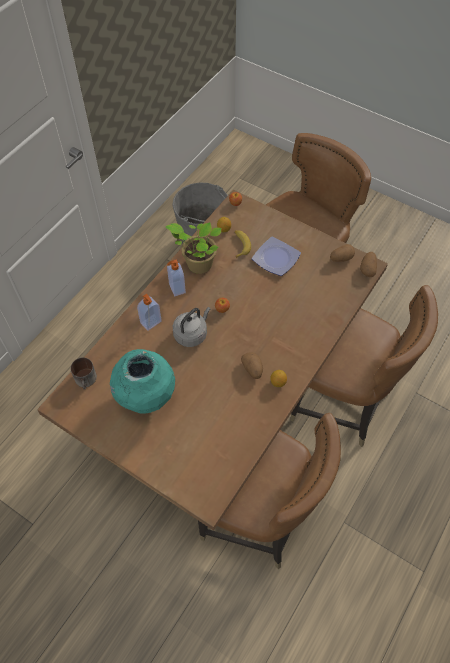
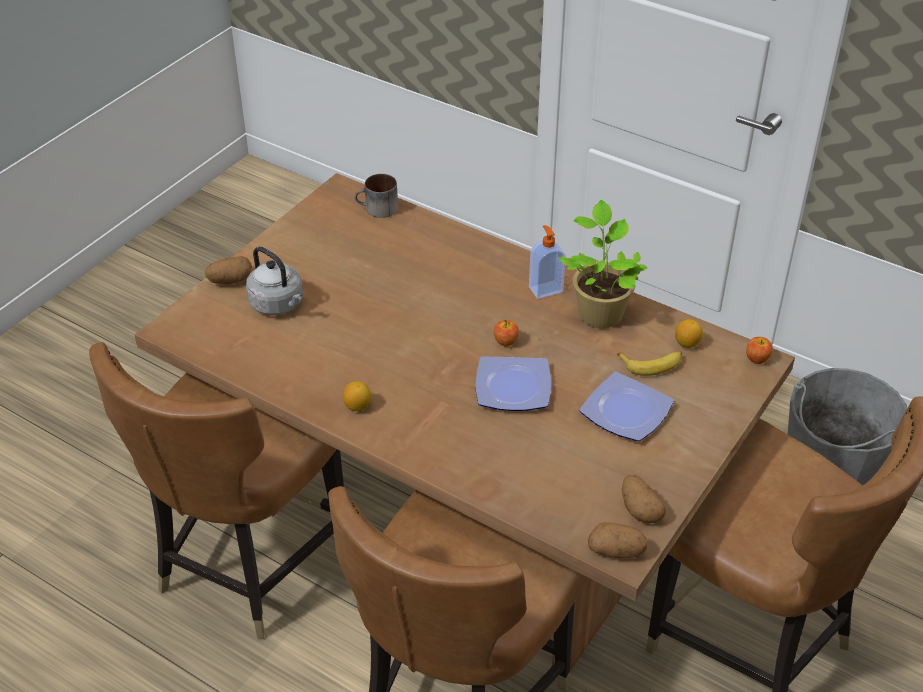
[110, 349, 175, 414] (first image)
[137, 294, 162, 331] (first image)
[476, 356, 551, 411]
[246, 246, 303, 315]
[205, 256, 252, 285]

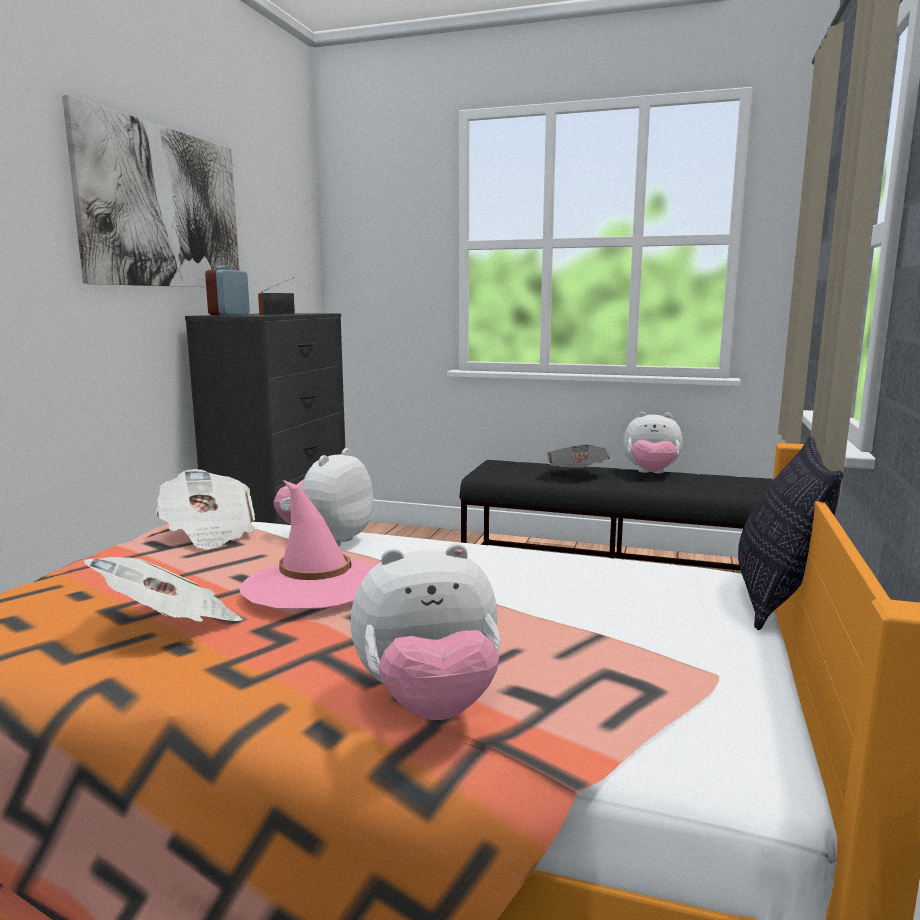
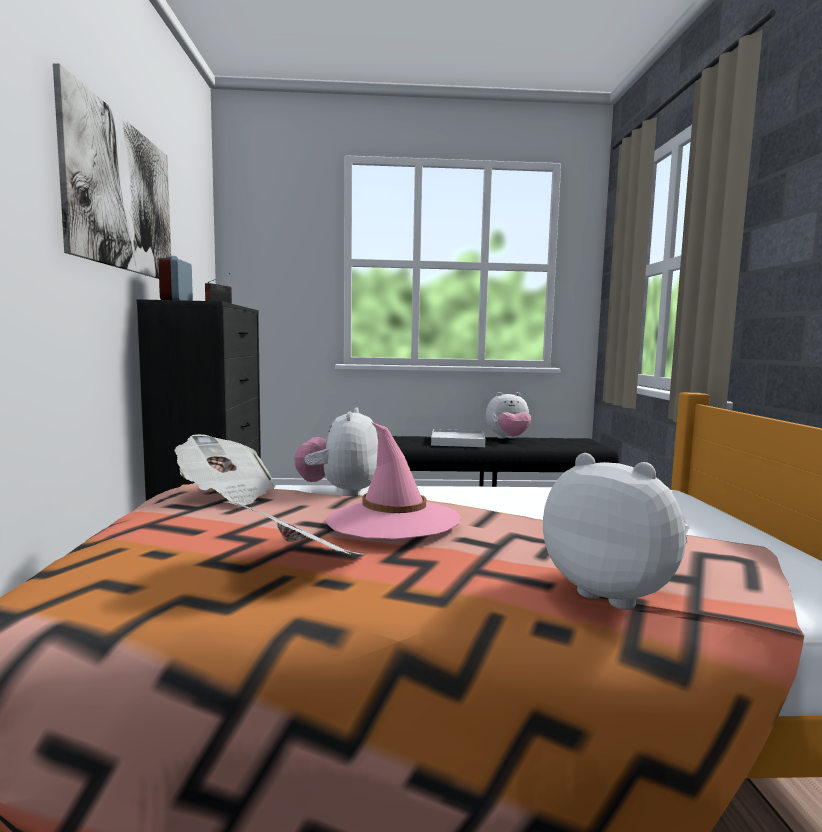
[738, 436, 843, 630] (first image)
[431, 429, 485, 447]
[543, 453, 690, 610]

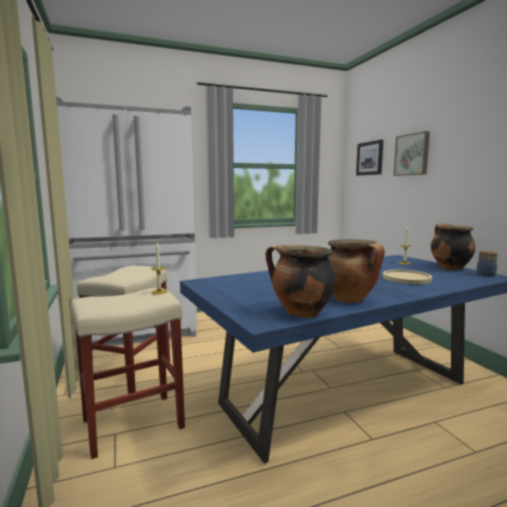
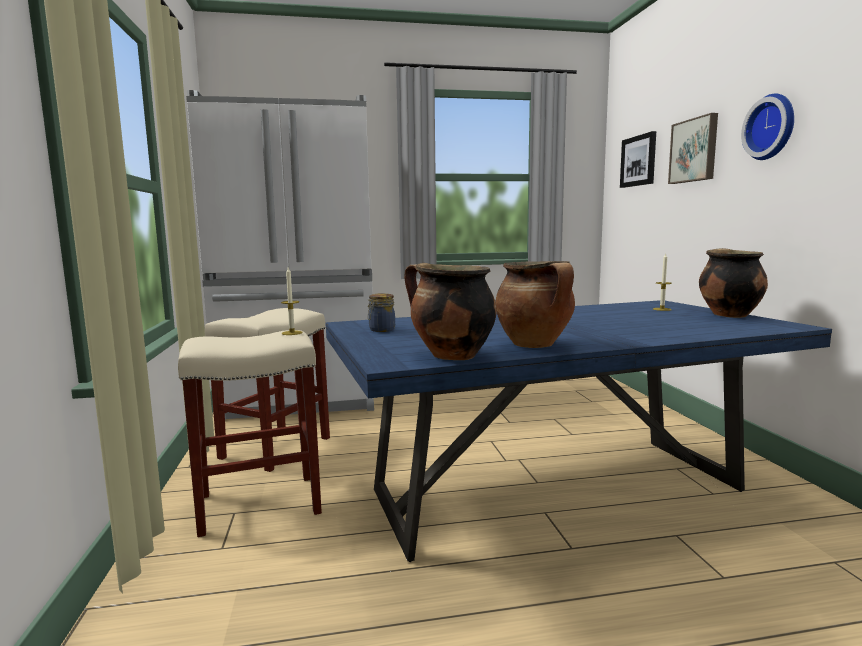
[383, 270, 432, 284] (first image)
[741, 93, 794, 160]
[368, 293, 395, 332]

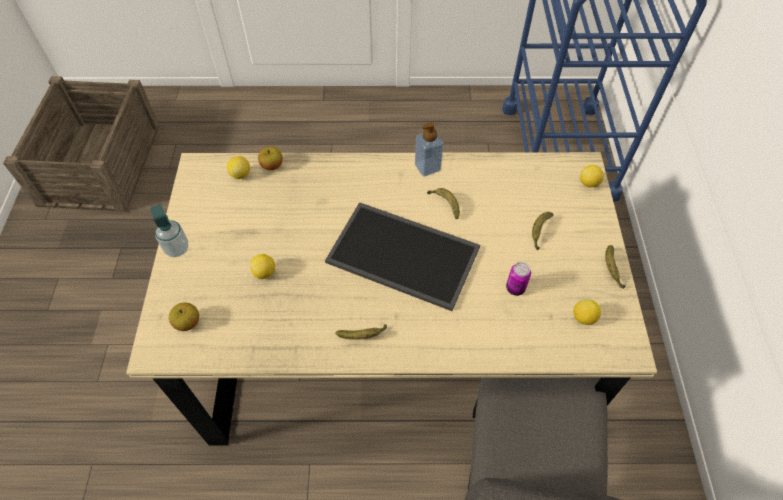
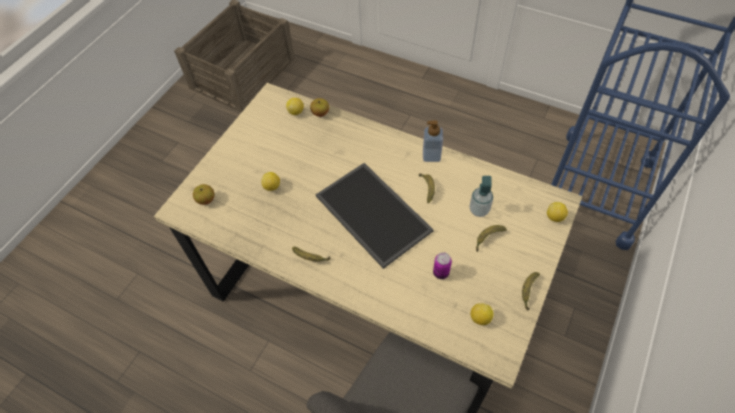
[469, 176, 493, 217]

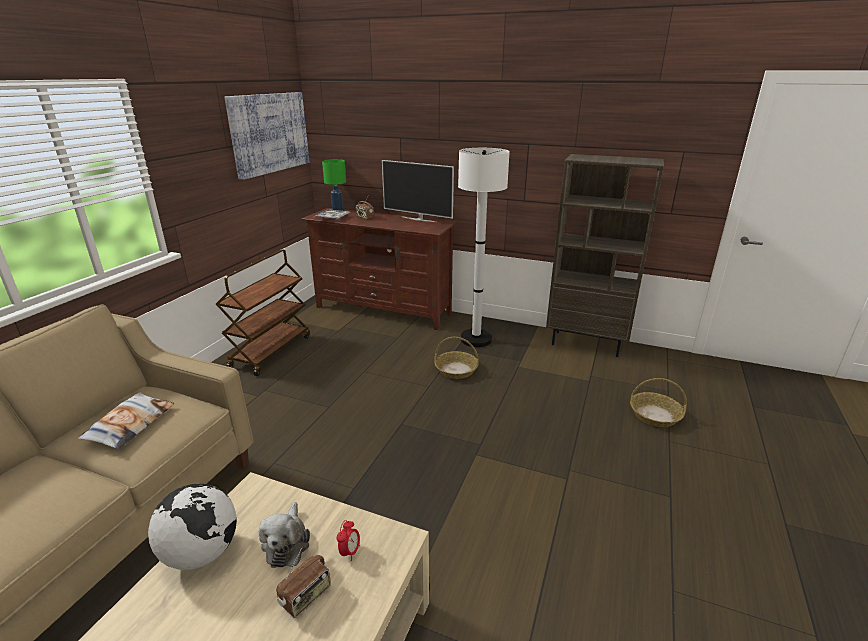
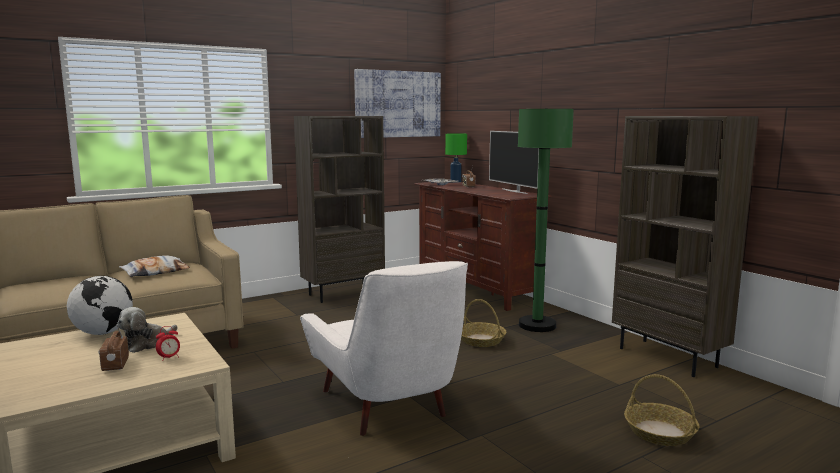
[300, 261, 468, 436]
[294, 116, 385, 303]
[518, 108, 574, 332]
[99, 325, 129, 371]

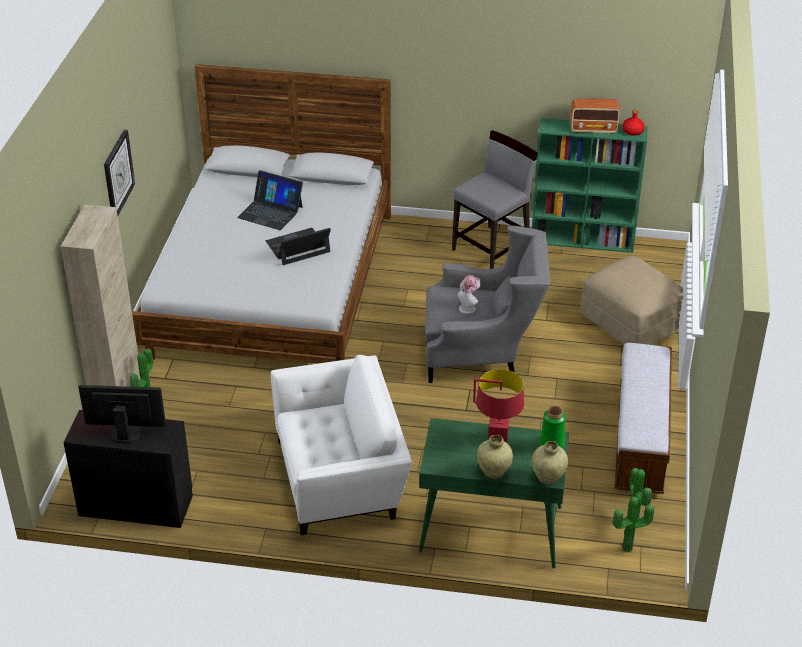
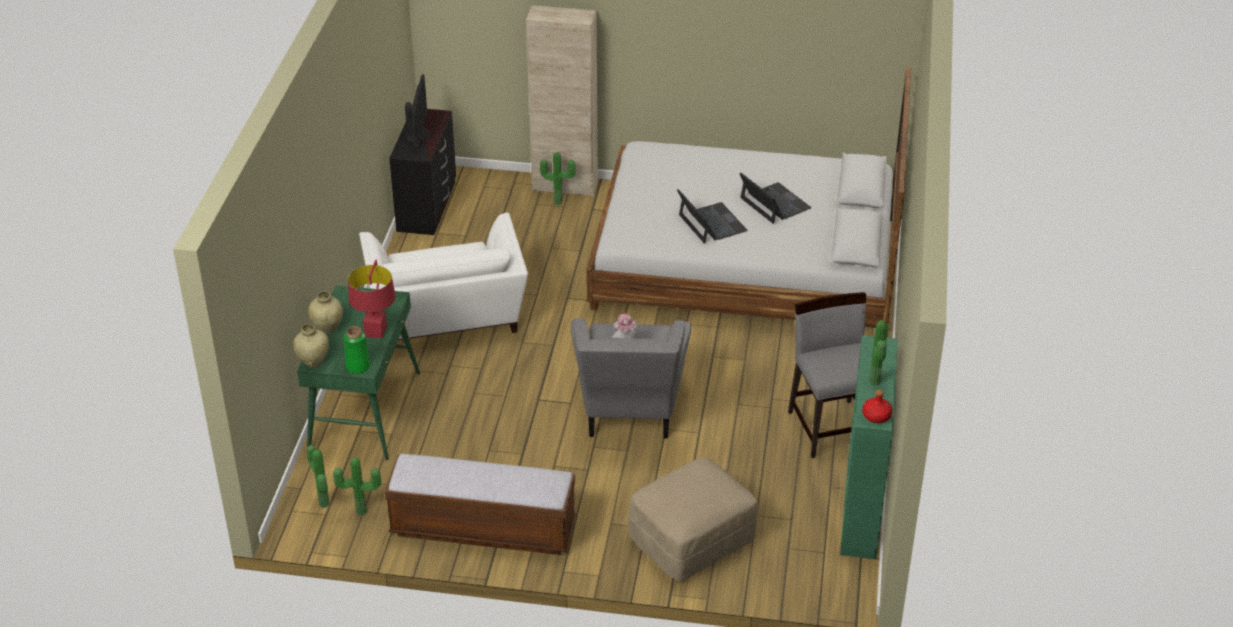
[104, 130, 135, 216] (first image)
[869, 320, 888, 386]
[739, 172, 811, 224]
[788, 292, 866, 458]

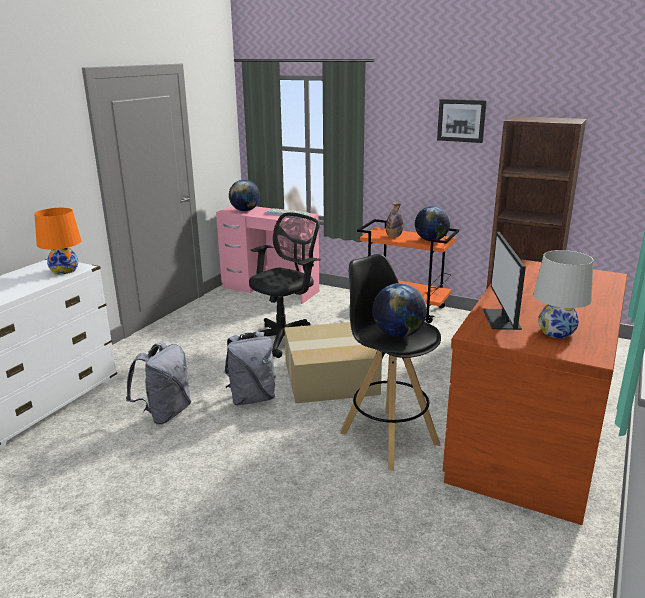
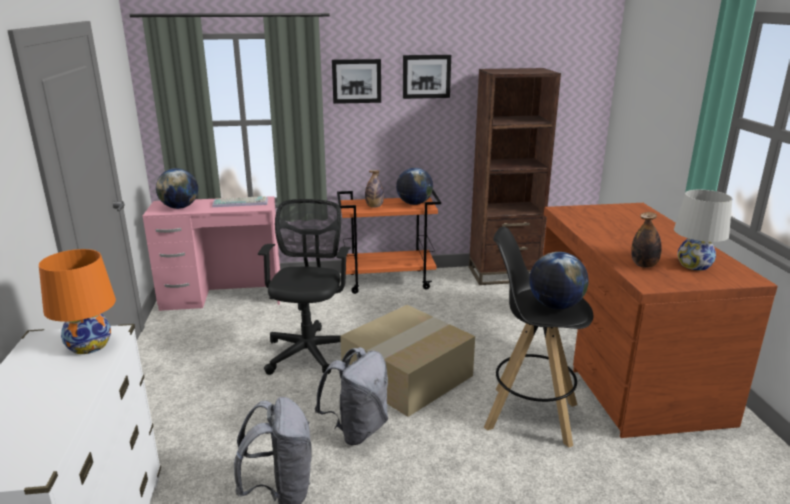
[332, 59, 381, 104]
[631, 212, 662, 268]

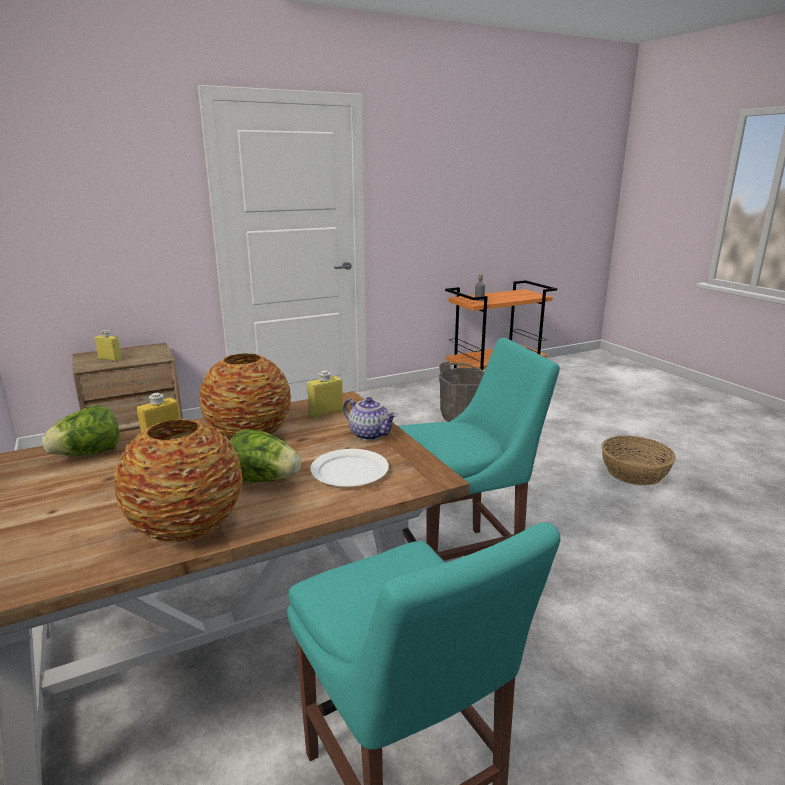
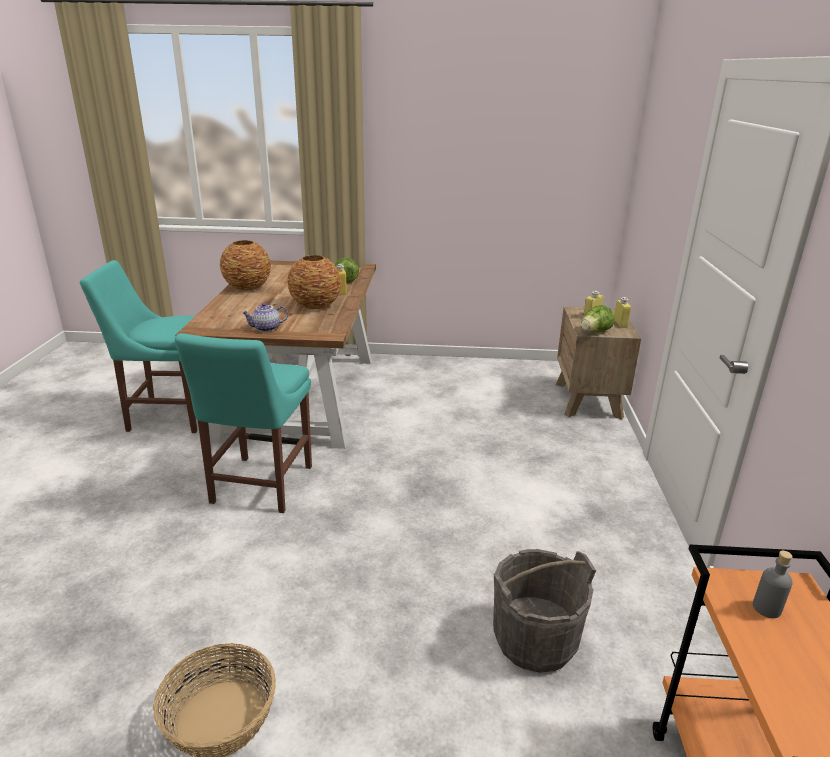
[310, 449, 389, 487] (first image)
[581, 305, 615, 332]
[614, 297, 631, 328]

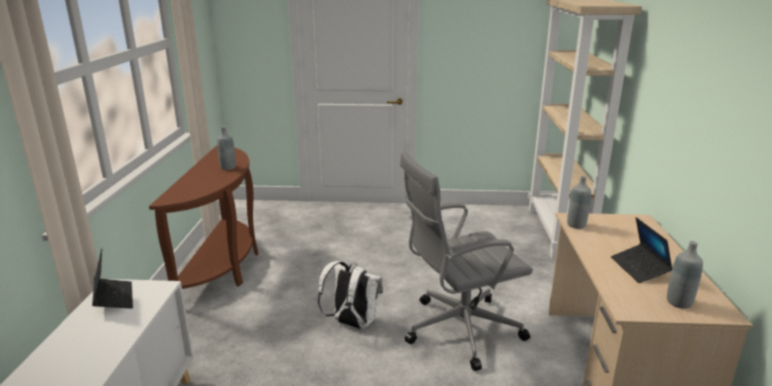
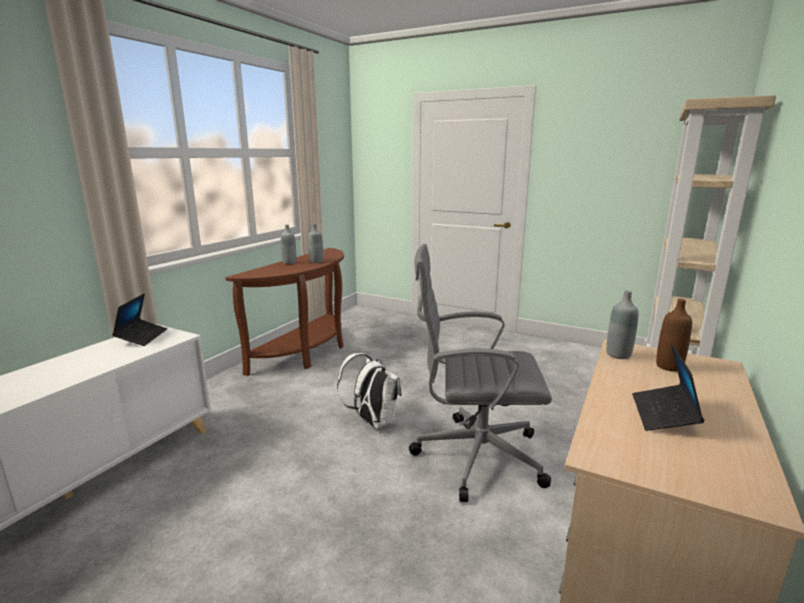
[656, 299, 692, 372]
[281, 225, 296, 264]

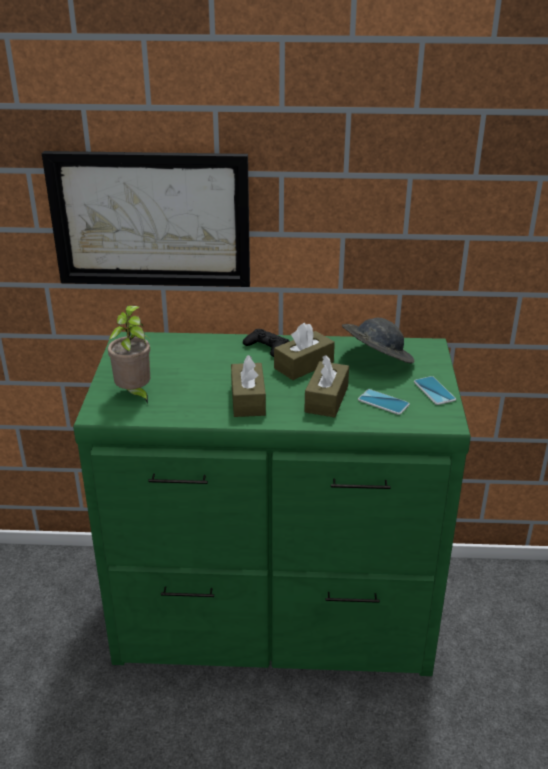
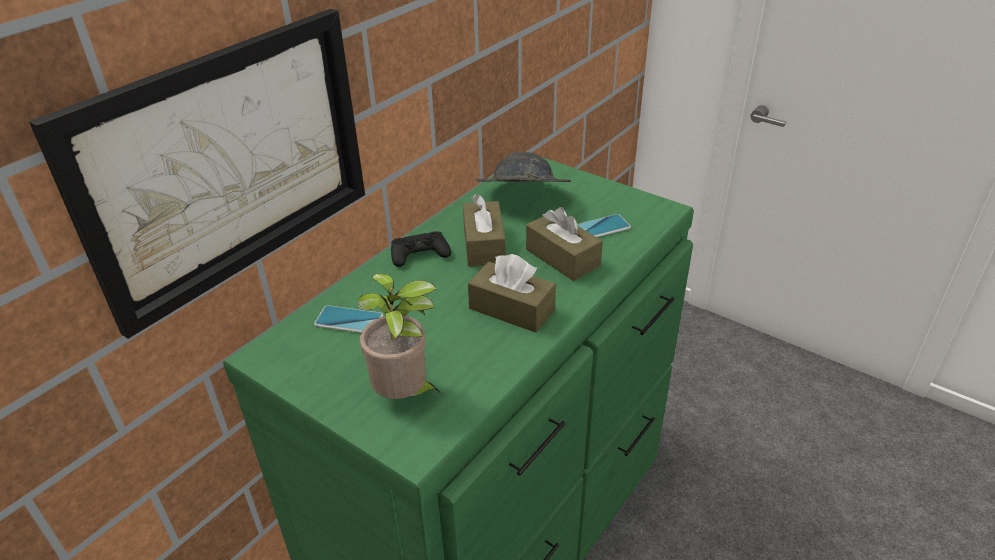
[314, 305, 383, 333]

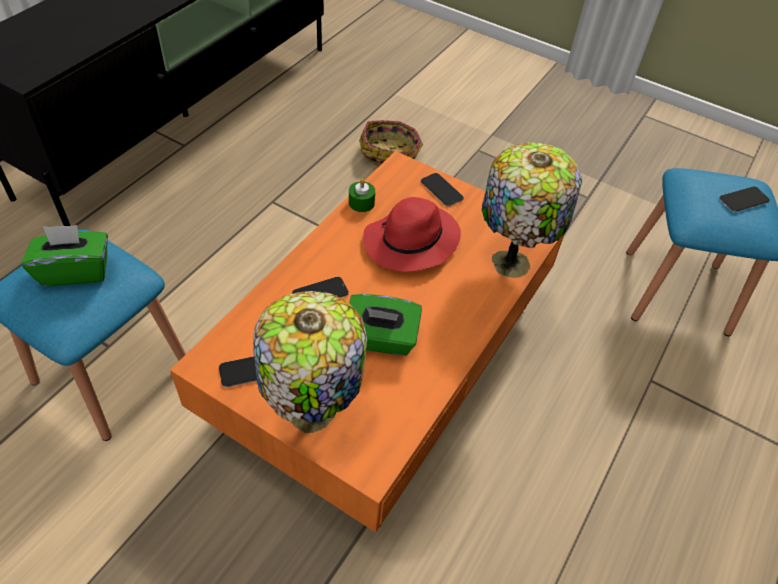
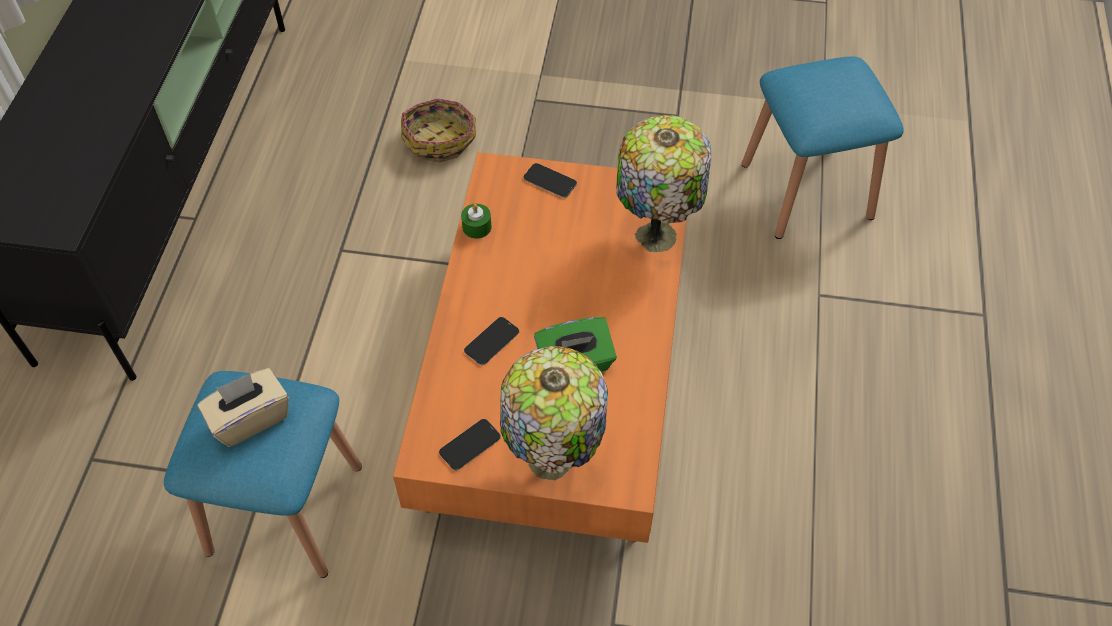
[363, 197, 461, 272] (first image)
[719, 186, 770, 212] (first image)
[198, 368, 289, 447]

